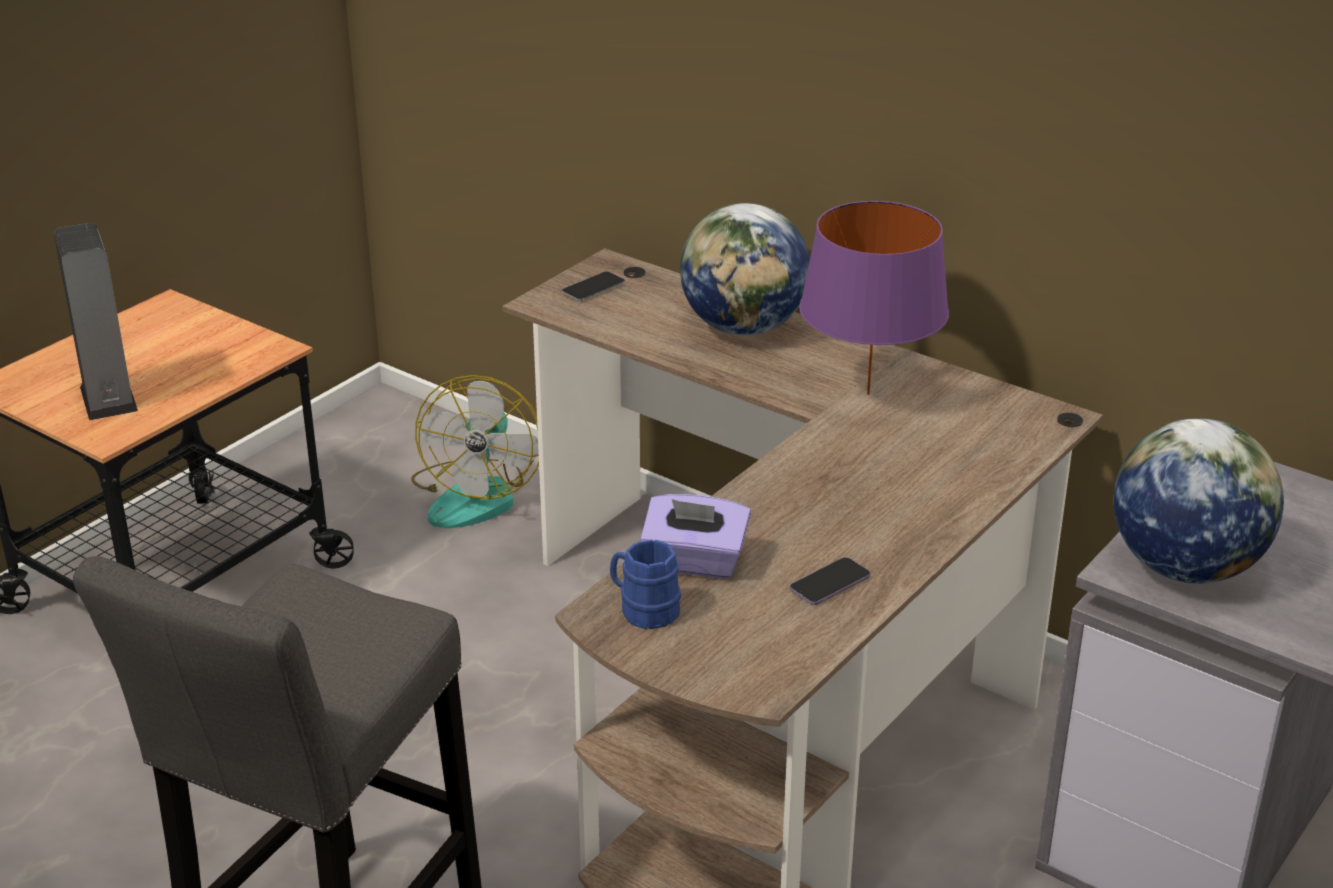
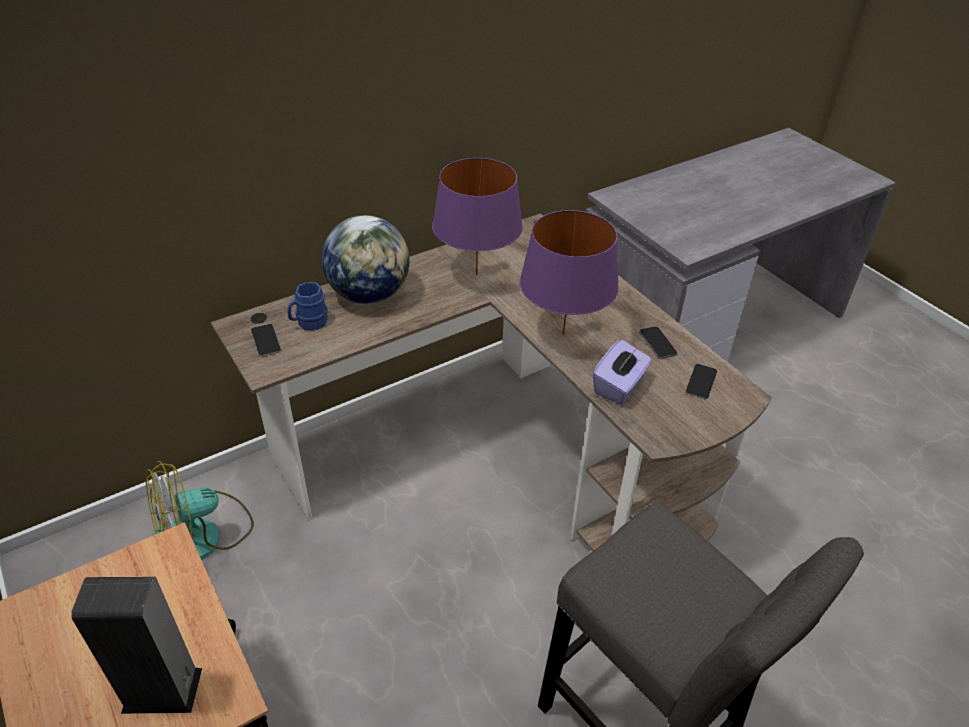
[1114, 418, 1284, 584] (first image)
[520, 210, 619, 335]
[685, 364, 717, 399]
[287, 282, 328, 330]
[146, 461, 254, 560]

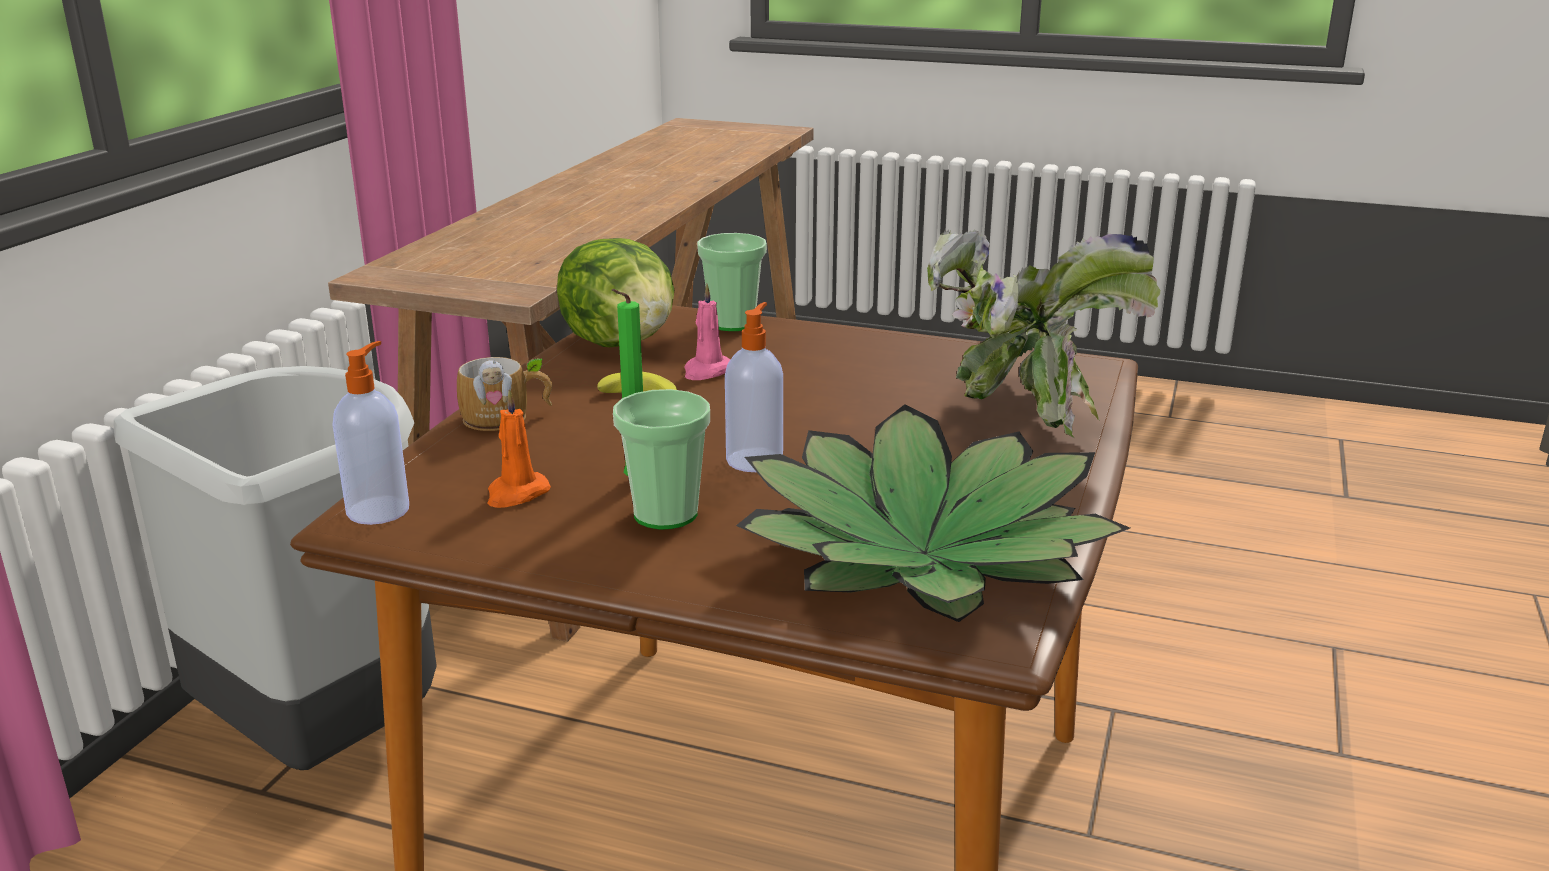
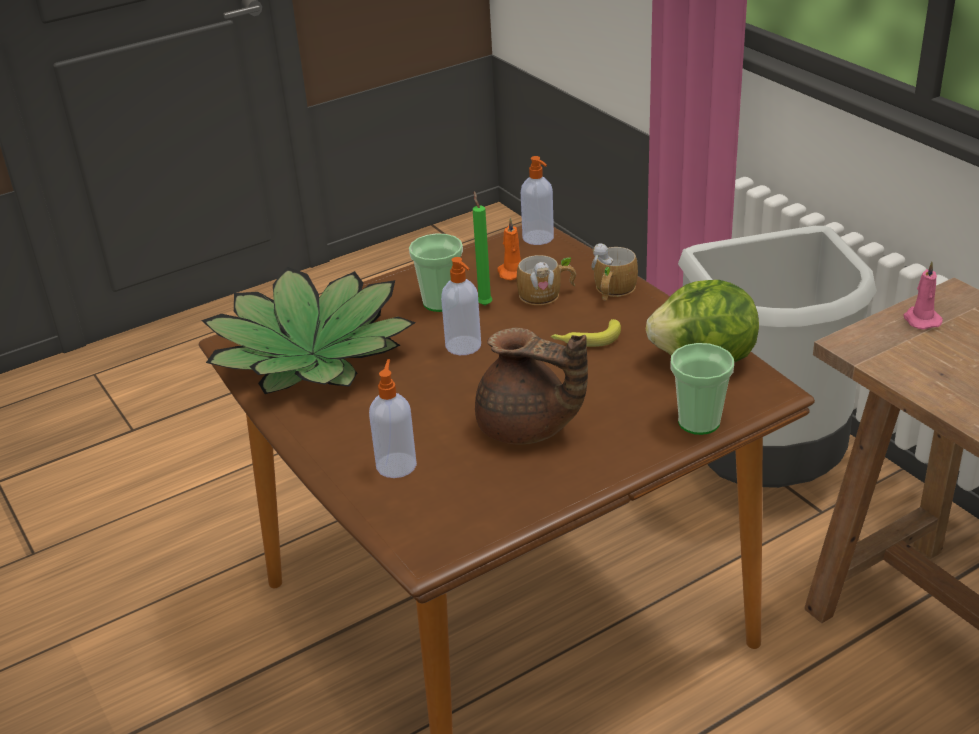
[475, 328, 588, 445]
[517, 255, 576, 305]
[903, 262, 943, 329]
[369, 359, 417, 478]

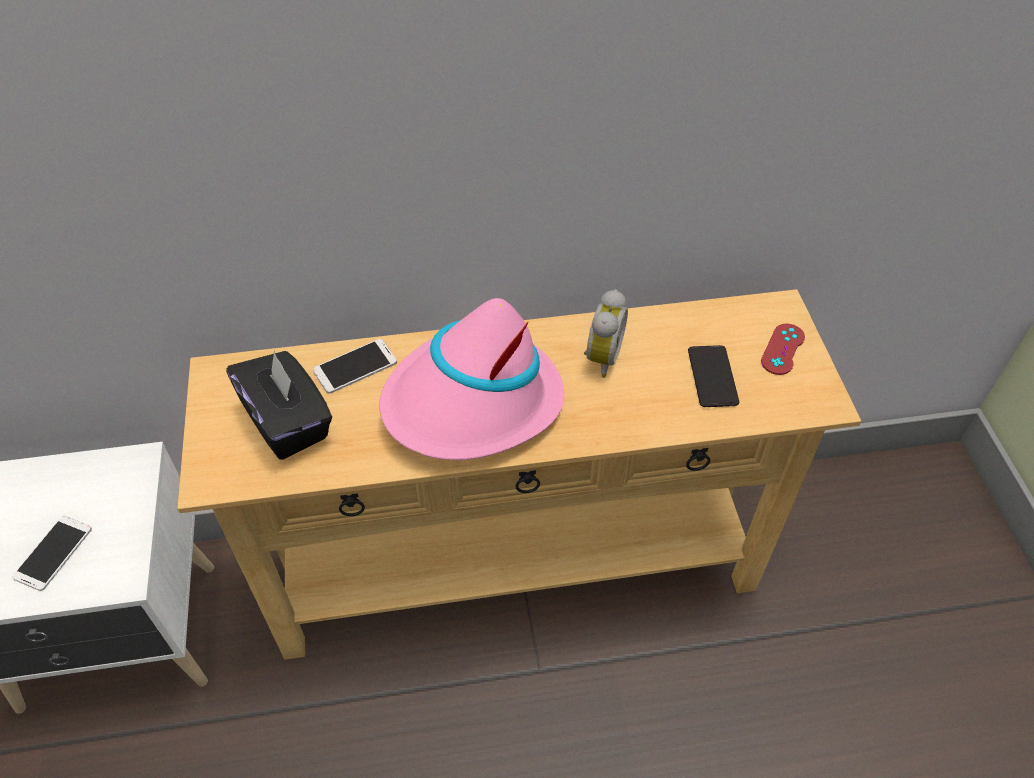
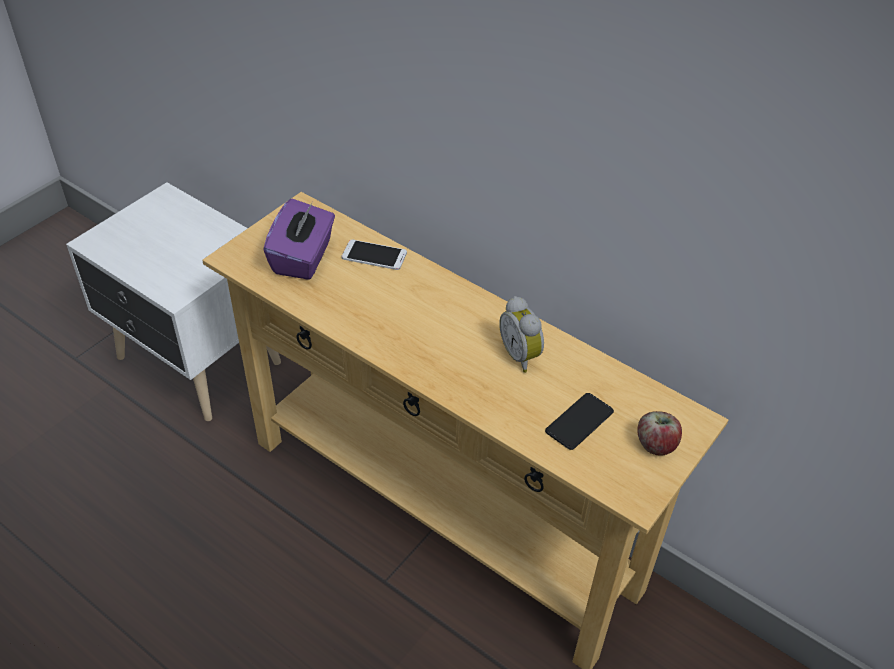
[12, 516, 92, 591] (first image)
[379, 298, 564, 460] (first image)
[637, 411, 682, 456]
[263, 199, 335, 280]
[499, 296, 544, 373]

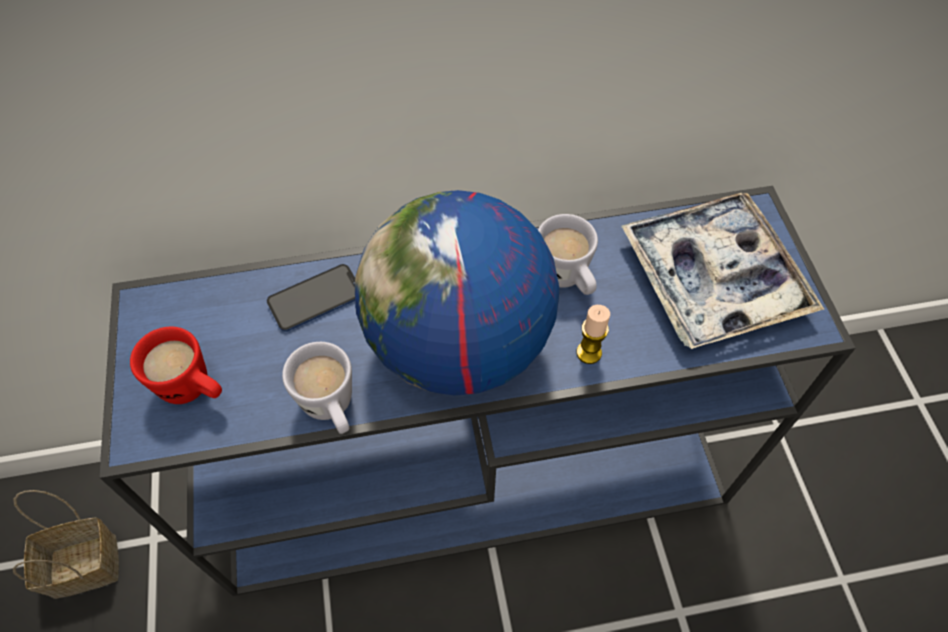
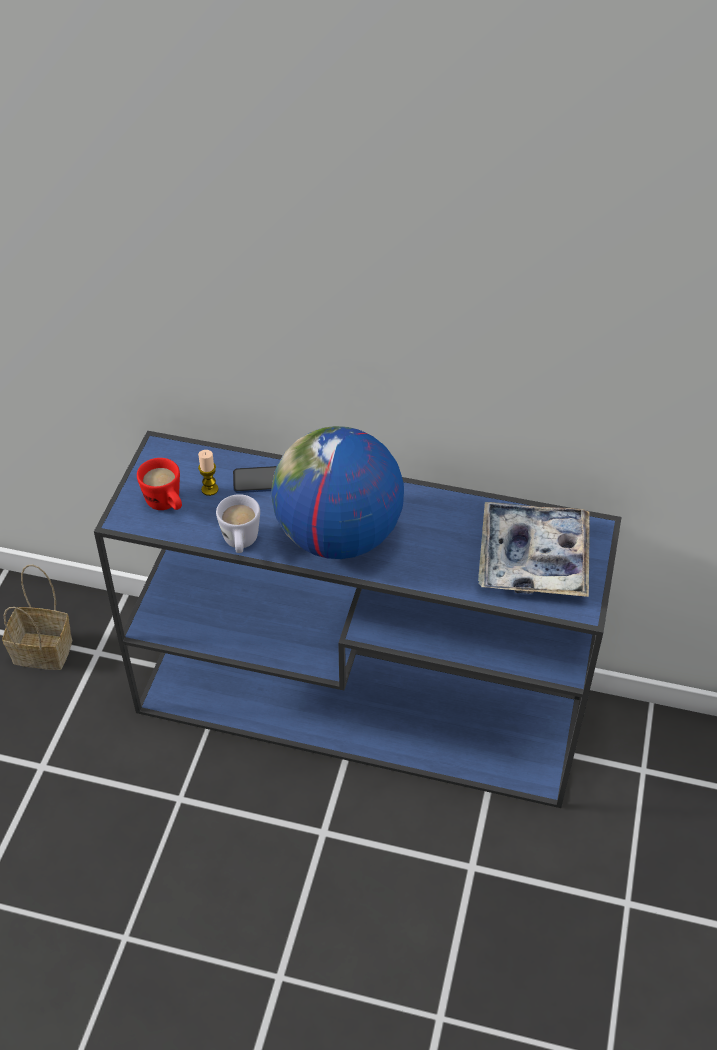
[538, 214, 598, 295] (first image)
[198, 450, 219, 496]

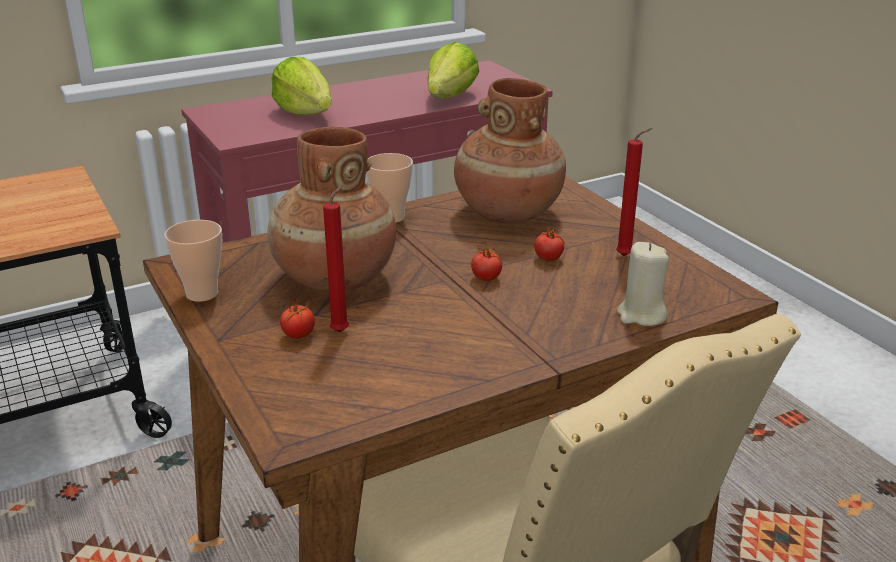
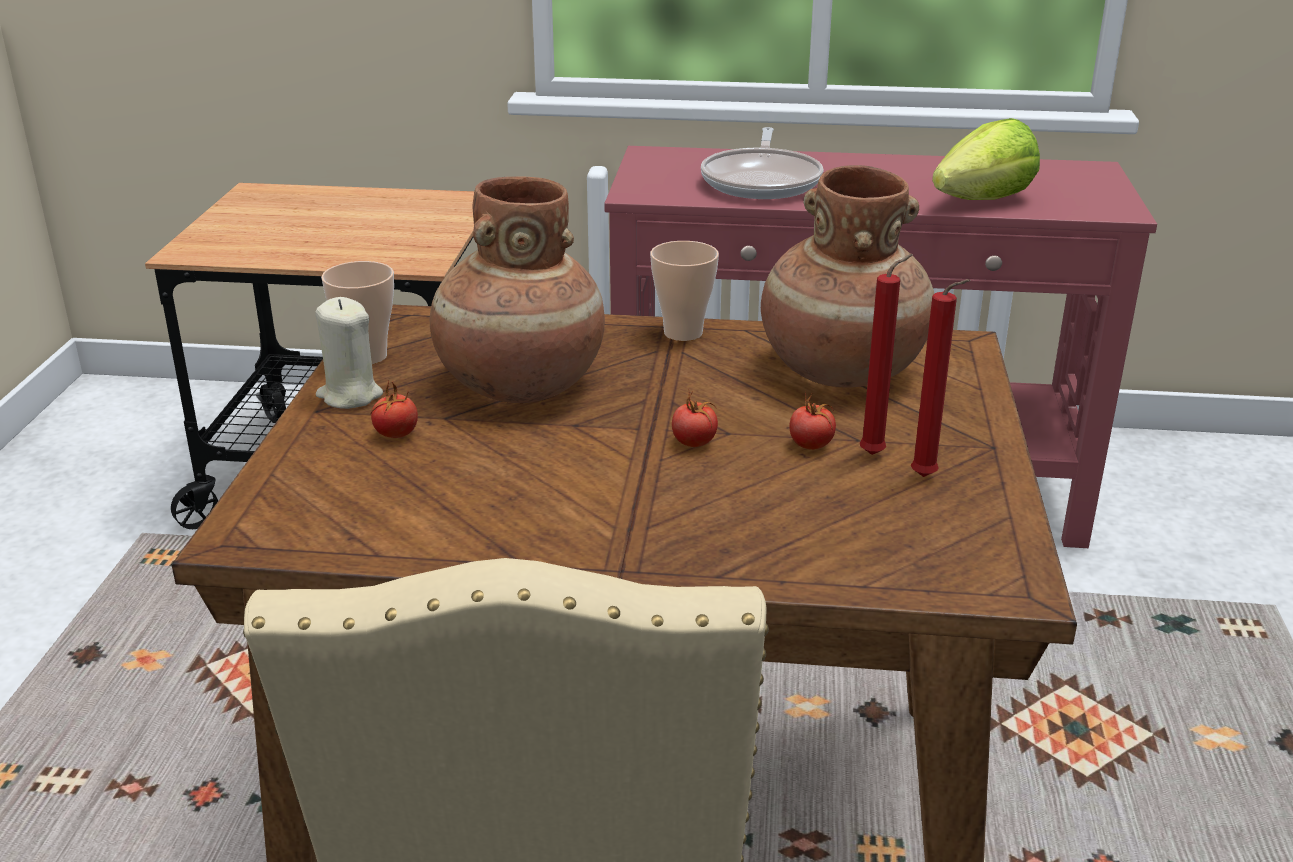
[860, 254, 913, 455]
[315, 297, 383, 409]
[701, 127, 823, 199]

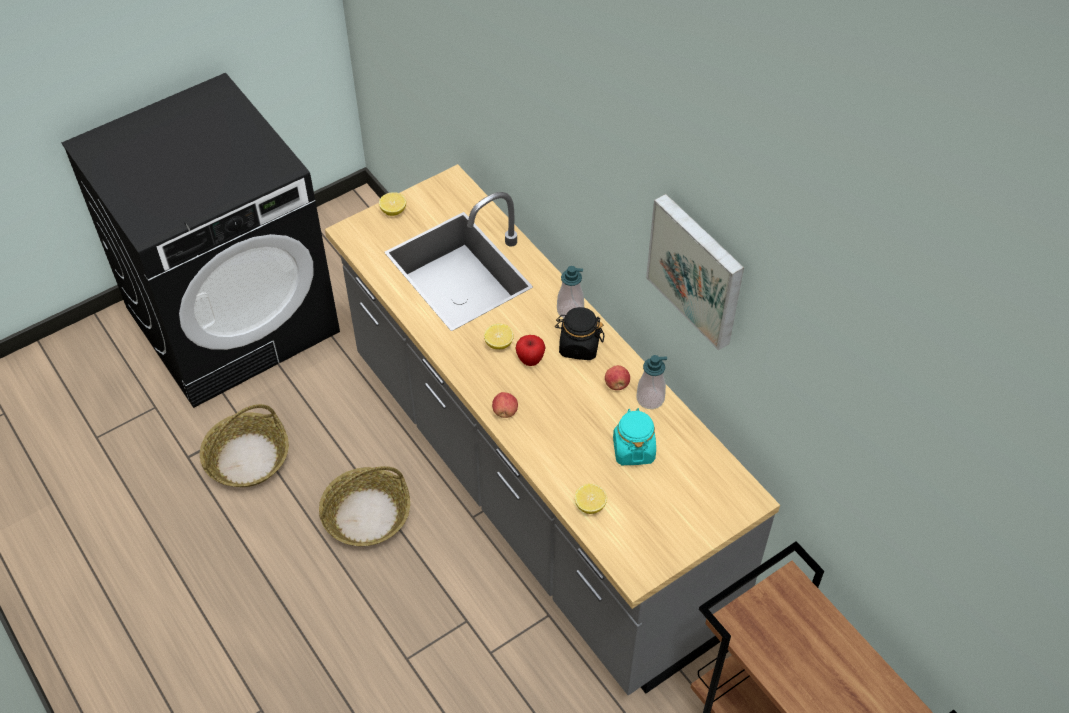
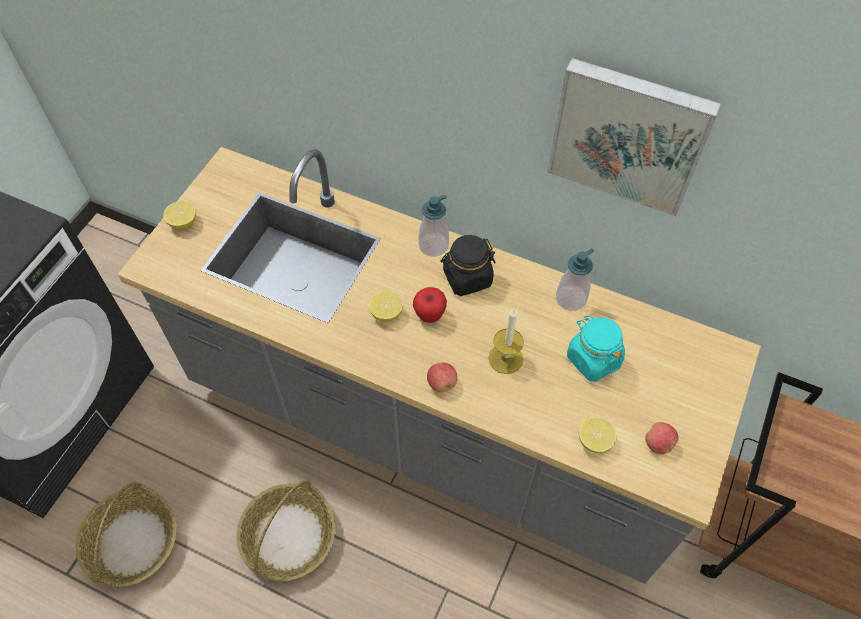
[488, 309, 524, 374]
[645, 422, 679, 454]

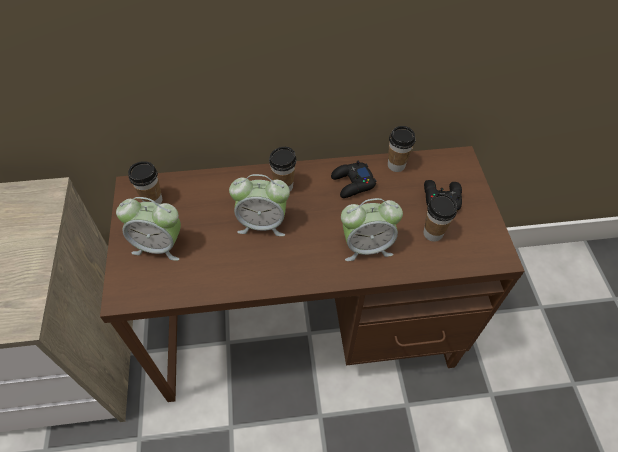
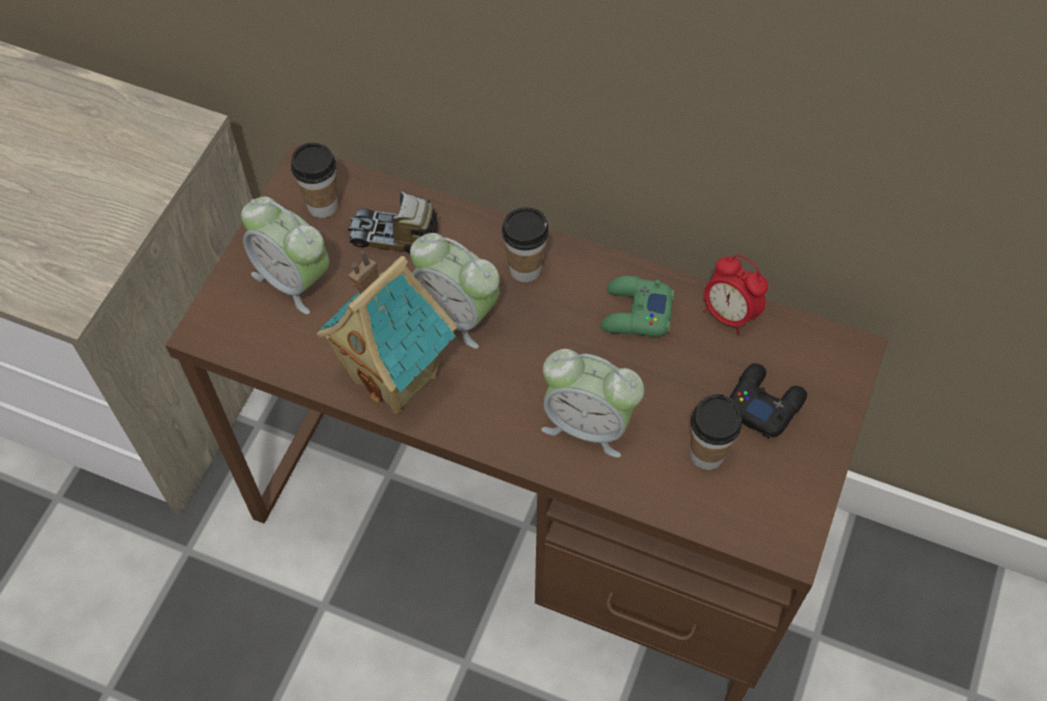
[317, 251, 457, 414]
[348, 191, 438, 254]
[703, 255, 768, 335]
[601, 276, 674, 337]

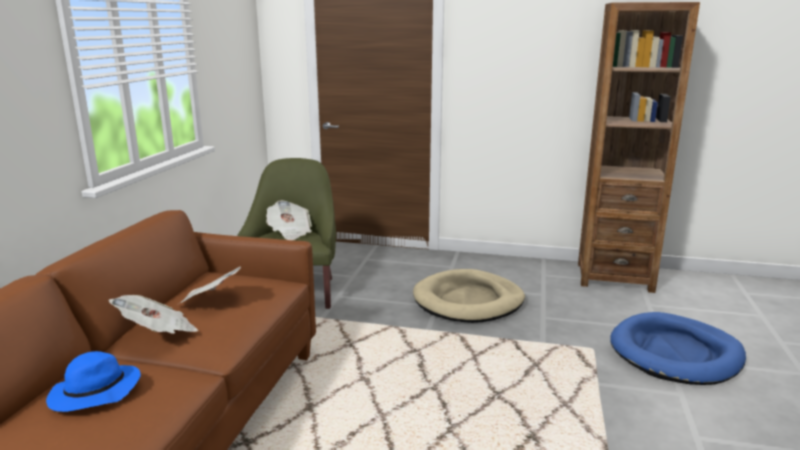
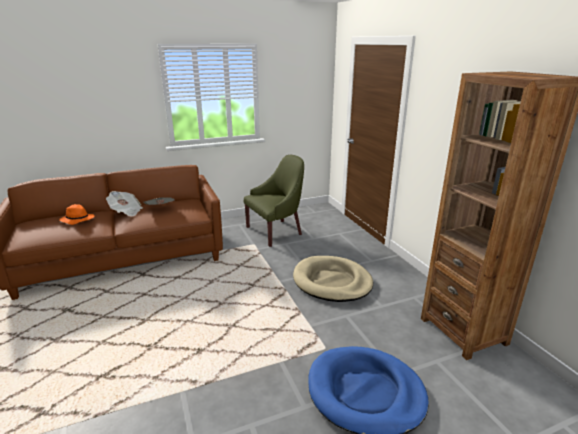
[266, 200, 312, 240] (first image)
[59, 204, 95, 225]

